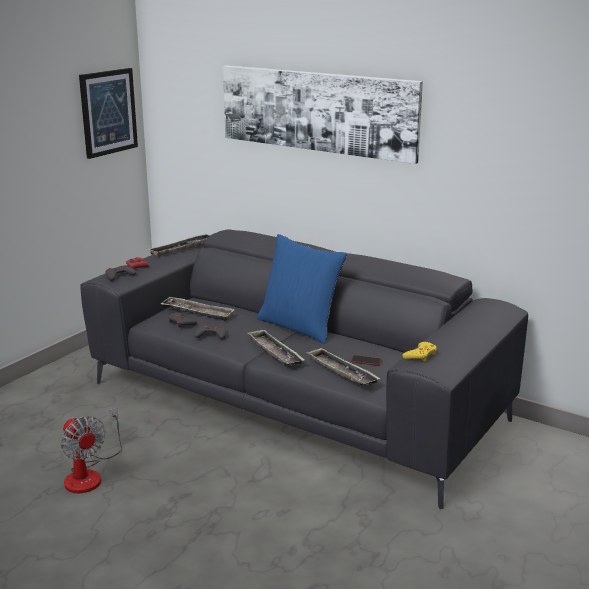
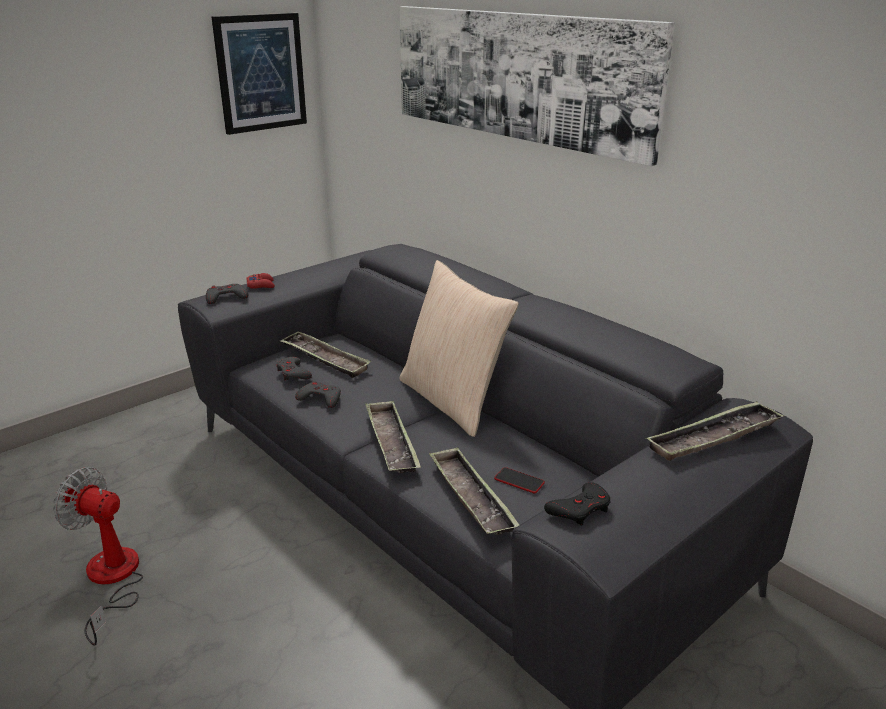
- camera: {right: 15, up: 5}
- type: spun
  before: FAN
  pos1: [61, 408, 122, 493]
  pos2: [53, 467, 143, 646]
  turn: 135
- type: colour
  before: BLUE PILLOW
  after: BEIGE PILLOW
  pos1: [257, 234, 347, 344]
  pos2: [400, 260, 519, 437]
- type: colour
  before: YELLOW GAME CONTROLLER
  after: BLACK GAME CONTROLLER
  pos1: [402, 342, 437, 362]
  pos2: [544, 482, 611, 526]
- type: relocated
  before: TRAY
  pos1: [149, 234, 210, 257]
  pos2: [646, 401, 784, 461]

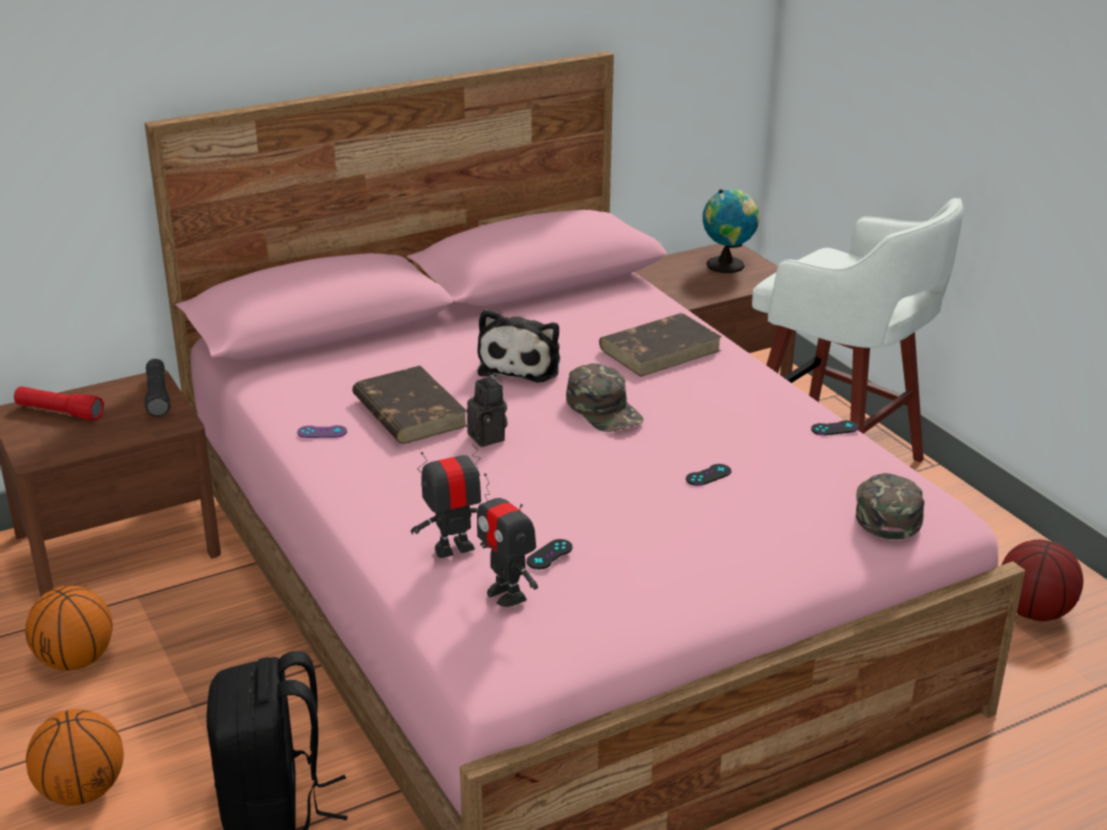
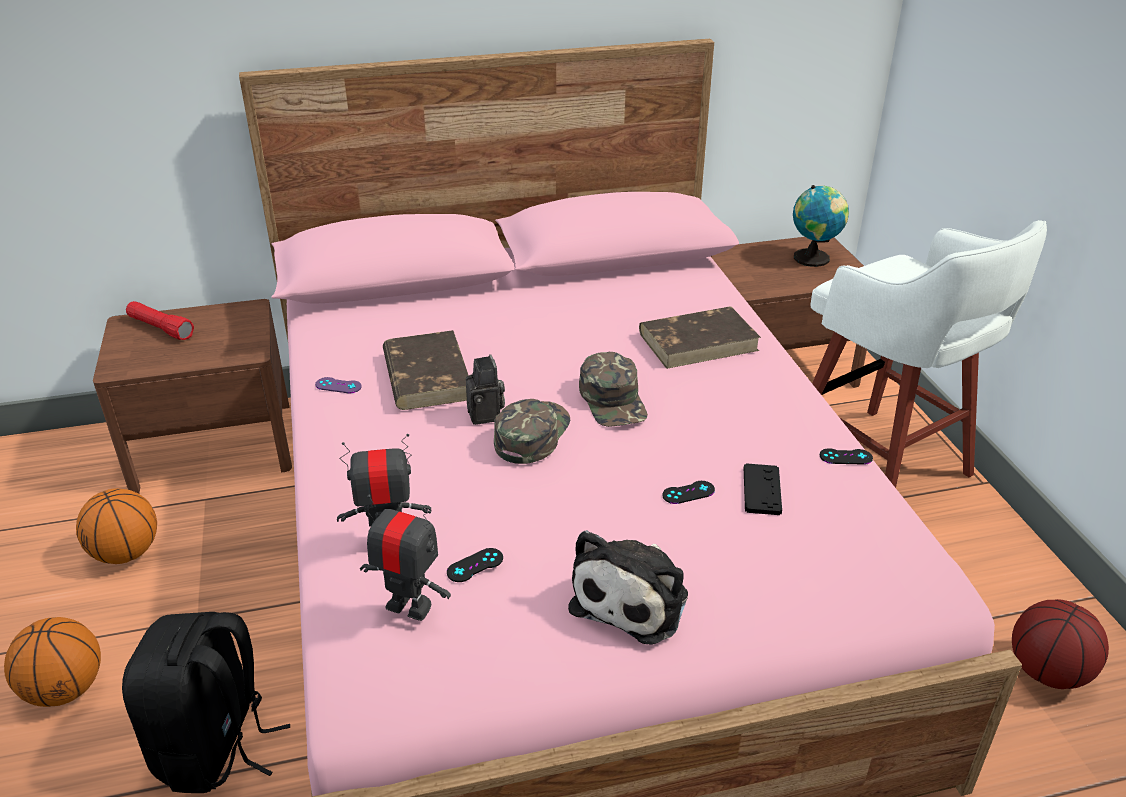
- camera: {right: 15, up: 5}
- type: spun
  before: TOY ROBOT
  pos1: [477, 473, 538, 607]
  pos2: [360, 495, 451, 621]
  turn: 135
- type: relocated
  before: GREEN CAP
  pos1: [856, 473, 925, 539]
  pos2: [494, 399, 570, 464]
- type: relocated
  before: PLUSH TOY
  pos1: [478, 309, 560, 383]
  pos2: [568, 530, 688, 645]
- type: appeared
  after: BLACK GAME CONTROLLER
  pos2: [744, 463, 782, 515]
- type: missing
  before: BLACK FLASHLIGHT
  pos1: [144, 359, 171, 417]

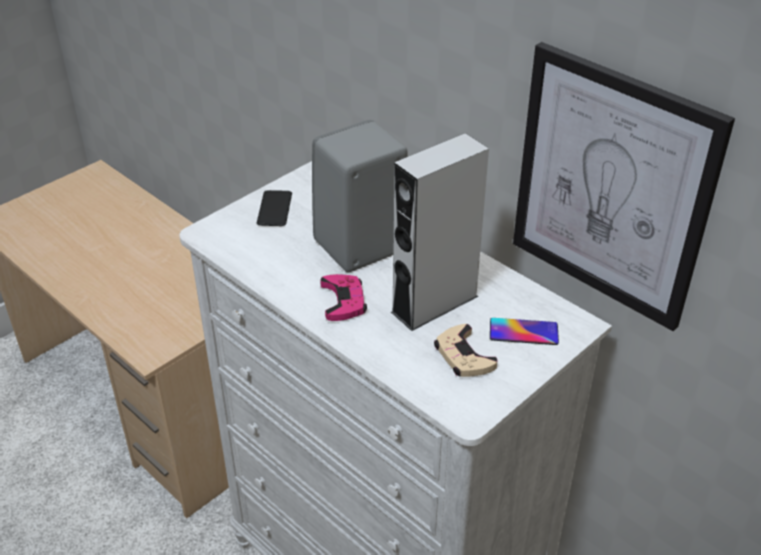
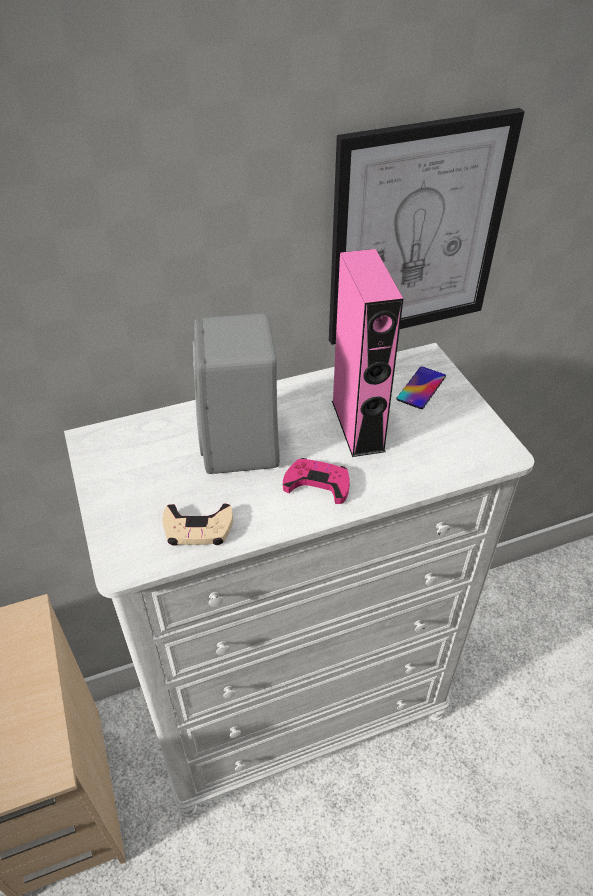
- camera: {right: -65, up: 5}
- type: relocated
  before: BEIGE GAME CONTROLLER
  pos1: [434, 324, 497, 377]
  pos2: [163, 503, 233, 546]
- type: colour
  before: GREY SPEAKER
  after: PINK SPEAKER
  pos1: [391, 133, 489, 331]
  pos2: [332, 249, 404, 457]
- type: missing
  before: PHONE
  pos1: [257, 190, 292, 226]

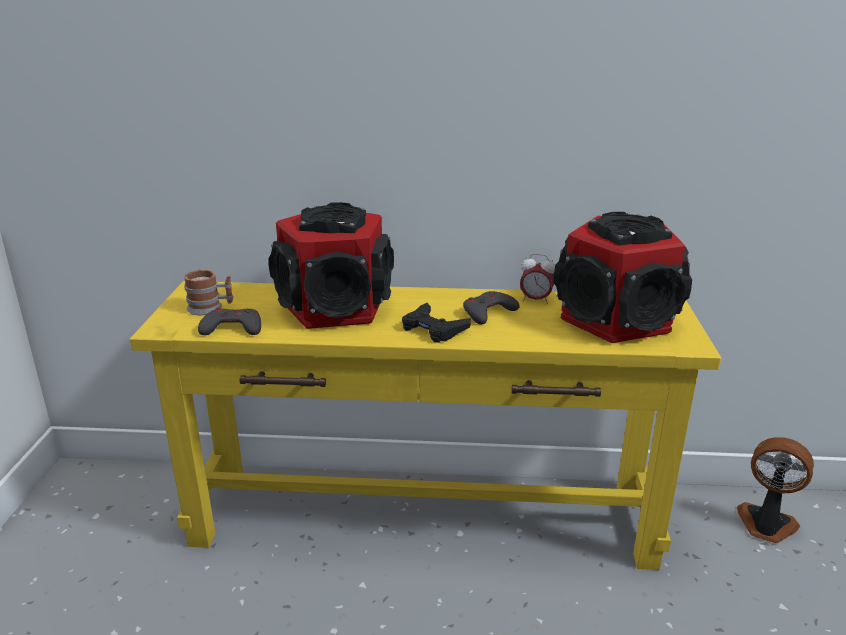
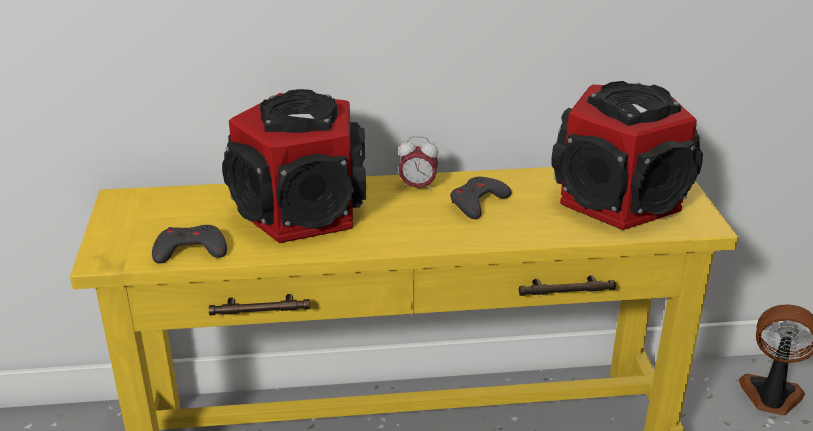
- camera: {right: -10, up: 5}
- type: relocated
  before: ALARM CLOCK
  pos1: [520, 254, 555, 304]
  pos2: [398, 136, 438, 191]
- type: missing
  before: MUG
  pos1: [184, 270, 233, 315]
- type: missing
  before: BLACK GAME CONTROLLER
  pos1: [402, 303, 471, 343]

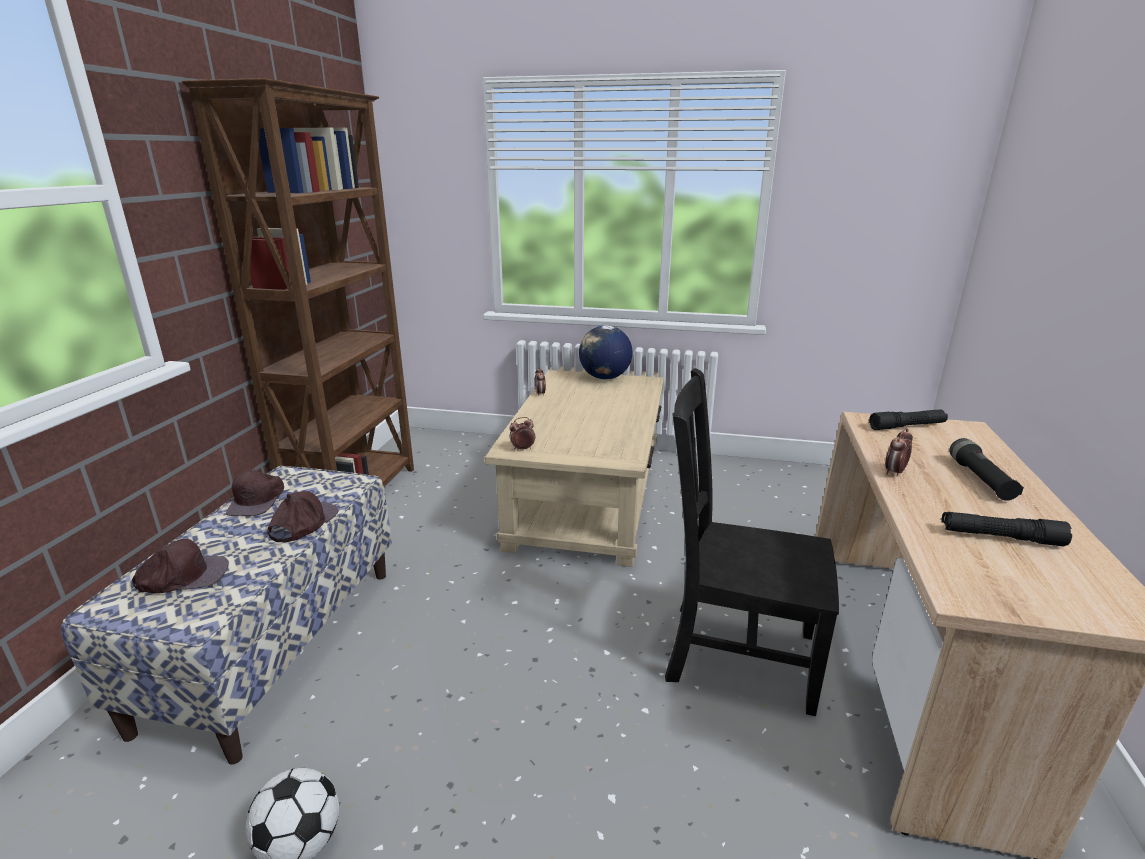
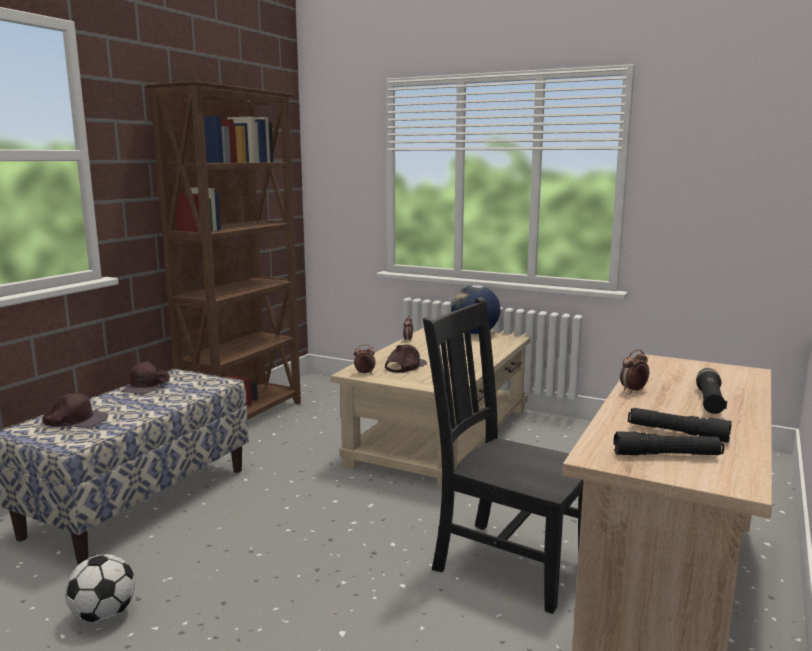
- camera: {right: 15, up: -10}
- type: relocated
  before: BROWN CAP
  pos1: [268, 491, 339, 542]
  pos2: [385, 345, 427, 373]
- type: relocated
  before: BLACK FLASHLIGHT
  pos1: [869, 409, 948, 430]
  pos2: [614, 431, 724, 455]

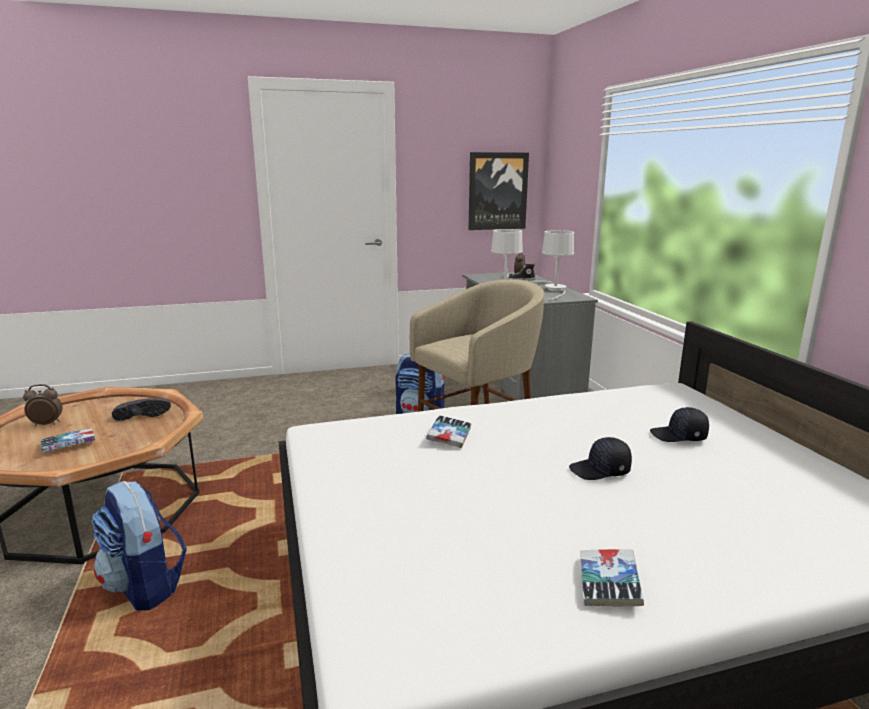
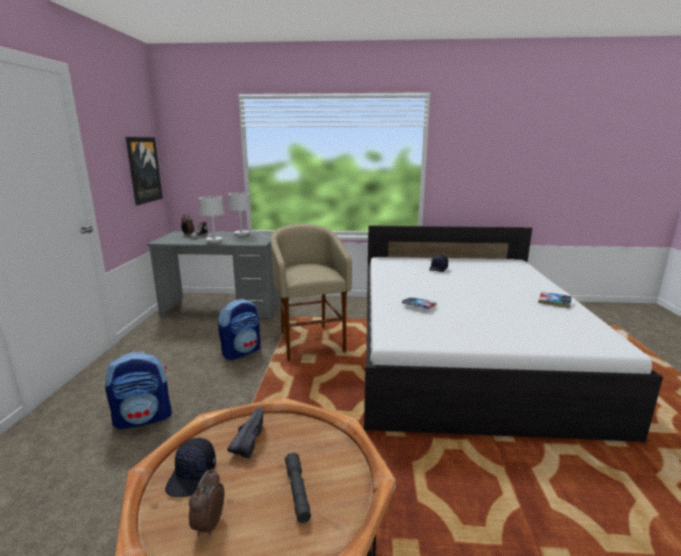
- camera: {right: -70, up: 0}
- type: relocated
  before: BACKPACK
  pos1: [92, 481, 187, 610]
  pos2: [105, 352, 172, 429]
- type: relocated
  before: BLACK CAP
  pos1: [569, 437, 632, 480]
  pos2: [165, 438, 216, 497]
- type: exchanged
  before: BOOK
  after: GREY FLASHLIGHT
  pos1: [41, 428, 95, 452]
  pos2: [285, 452, 311, 523]

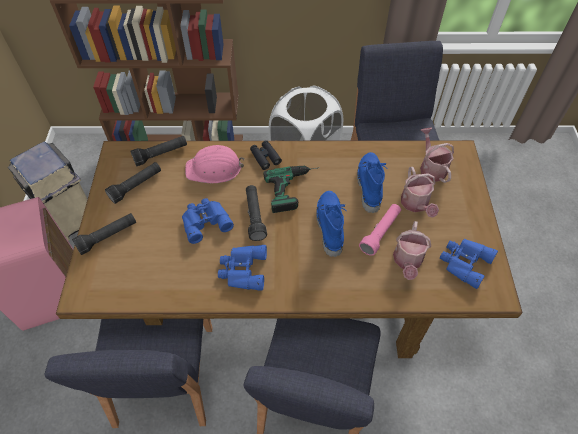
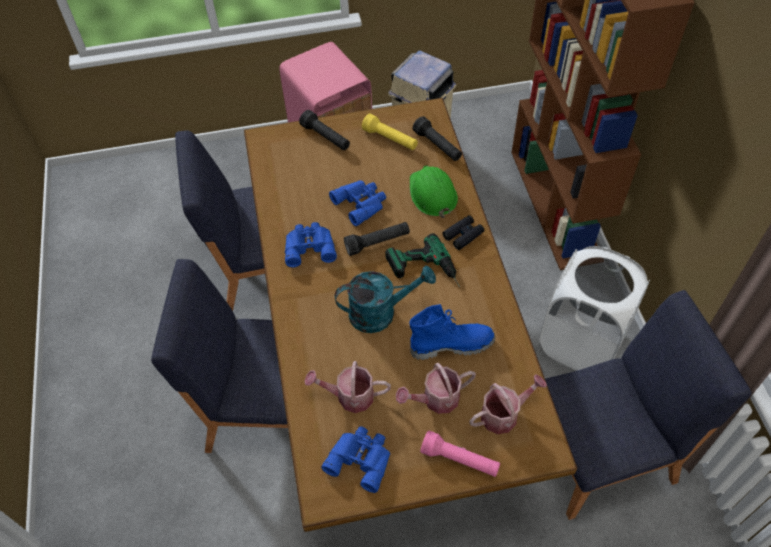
- camera: {right: 80, up: 0}
- type: exchanged
  before: BLUE BOOT
  after: TURQUOISE WATERING CAN
  pos1: [316, 191, 347, 257]
  pos2: [335, 266, 436, 333]
- type: colour
  before: BLACK FLASHLIGHT
  after: YELLOW FLASHLIGHT
  pos1: [105, 162, 161, 204]
  pos2: [362, 114, 418, 150]
- type: colour
  before: PINK HARD HAT
  after: GREEN HARD HAT
  pos1: [185, 145, 244, 183]
  pos2: [410, 165, 458, 218]
- type: relocated
  before: PINK FLASHLIGHT
  pos1: [359, 204, 401, 256]
  pos2: [420, 431, 500, 477]

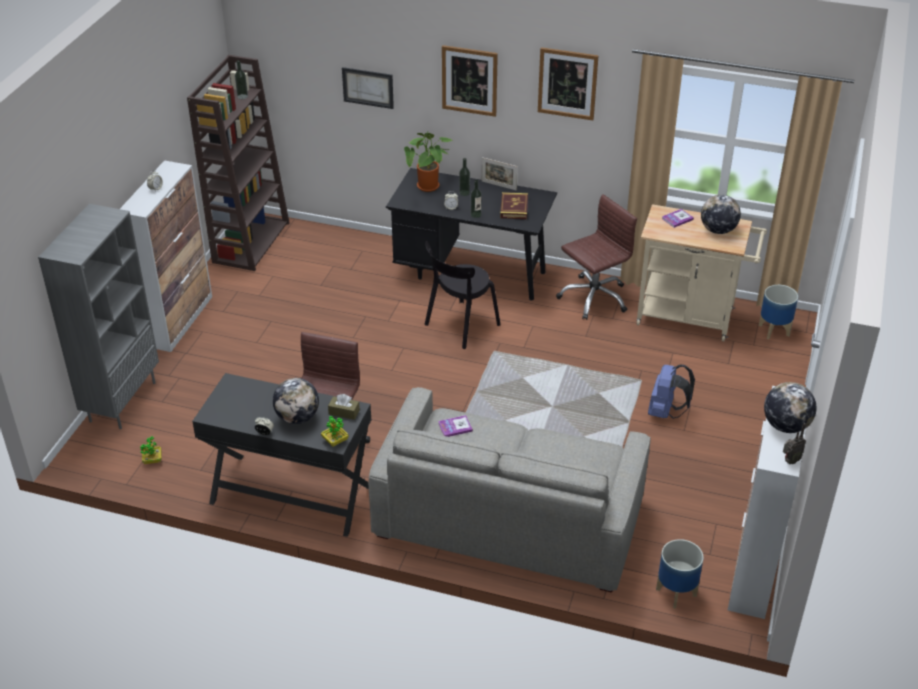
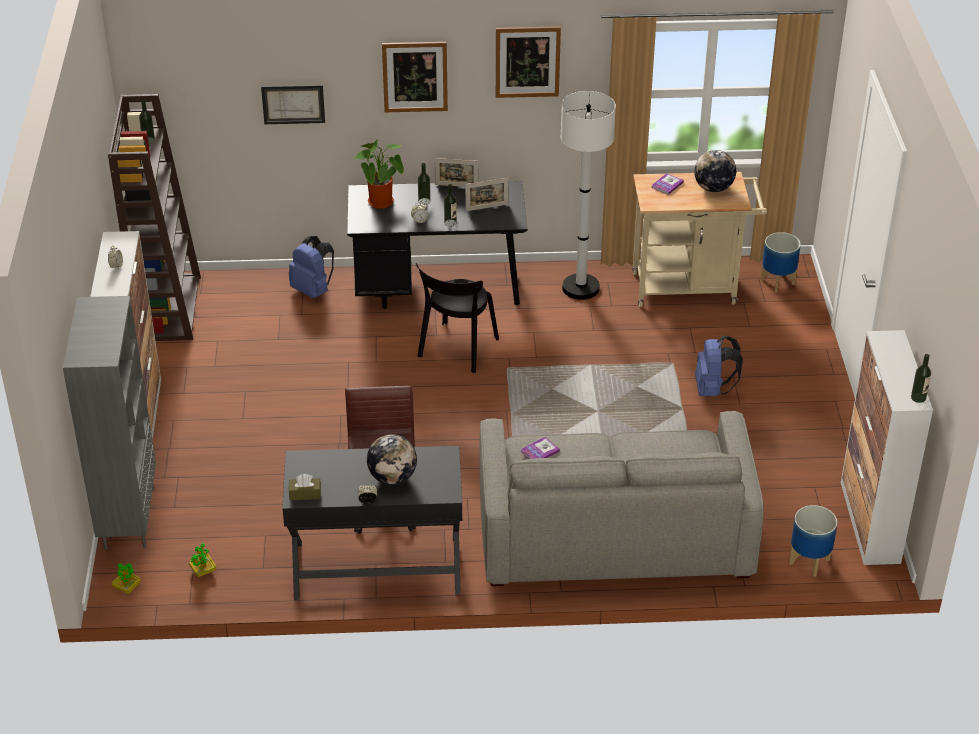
- camera: {right: -20, up: 0}
- type: relocated
  before: POTTED PLANT
  pos1: [321, 416, 349, 447]
  pos2: [112, 563, 141, 594]
- type: appeared
  after: BLUE BACKPACK
  pos2: [289, 236, 334, 299]
- type: relocated
  before: BROWN TISSUE BOX
  pos1: [328, 394, 360, 420]
  pos2: [289, 474, 321, 500]
- type: exchanged
  before: BOOK
  after: PICTURE FRAME
  pos1: [500, 192, 528, 219]
  pos2: [465, 178, 509, 211]
- type: exchanged
  before: BROWN OFFICE CHAIR
  after: WHITE FLOOR LAMP
  pos1: [556, 194, 637, 320]
  pos2: [560, 91, 616, 300]
- type: exchanged
  before: RADIO
  after: BOTTLE
  pos1: [783, 423, 806, 464]
  pos2: [911, 354, 931, 403]
- type: missing
  before: GLOBE
  pos1: [764, 382, 817, 433]

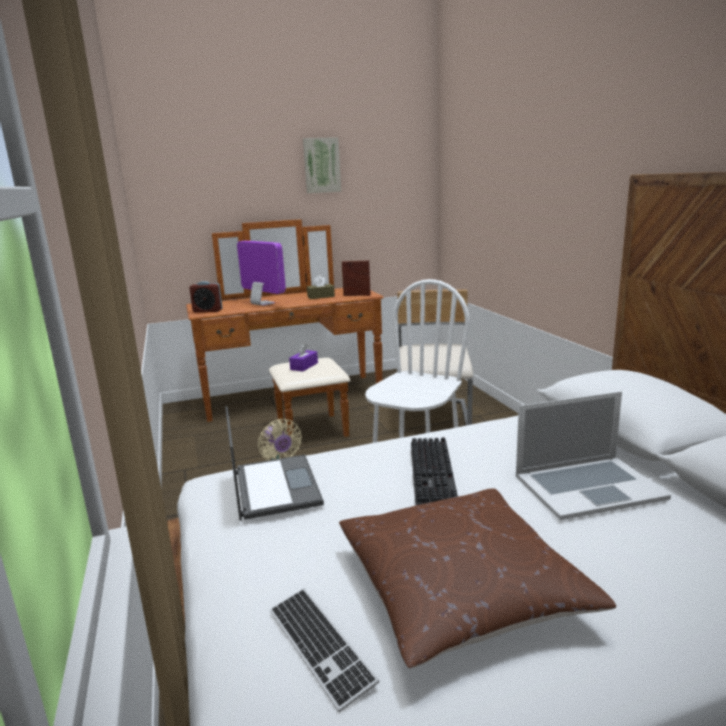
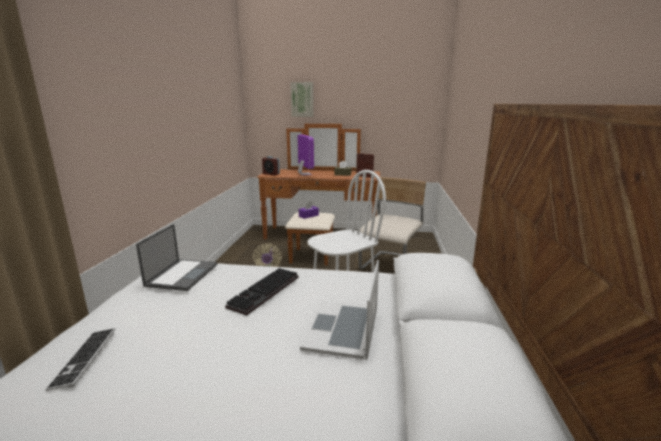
- camera: {right: 25, up: 0}
- type: relocated
  before: PICTURE
  pos1: [303, 137, 341, 193]
  pos2: [290, 82, 314, 117]
- type: spun
  before: LAPTOP
  pos1: [516, 391, 671, 520]
  pos2: [300, 260, 379, 360]
  turn: 90
- type: missing
  before: BROWN PILLOW
  pos1: [339, 488, 616, 668]

